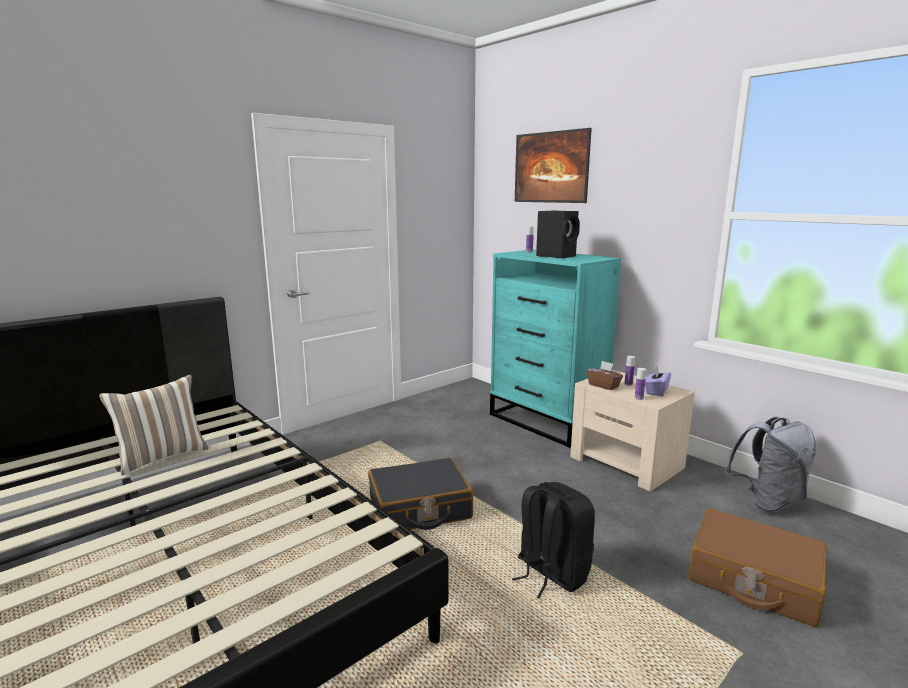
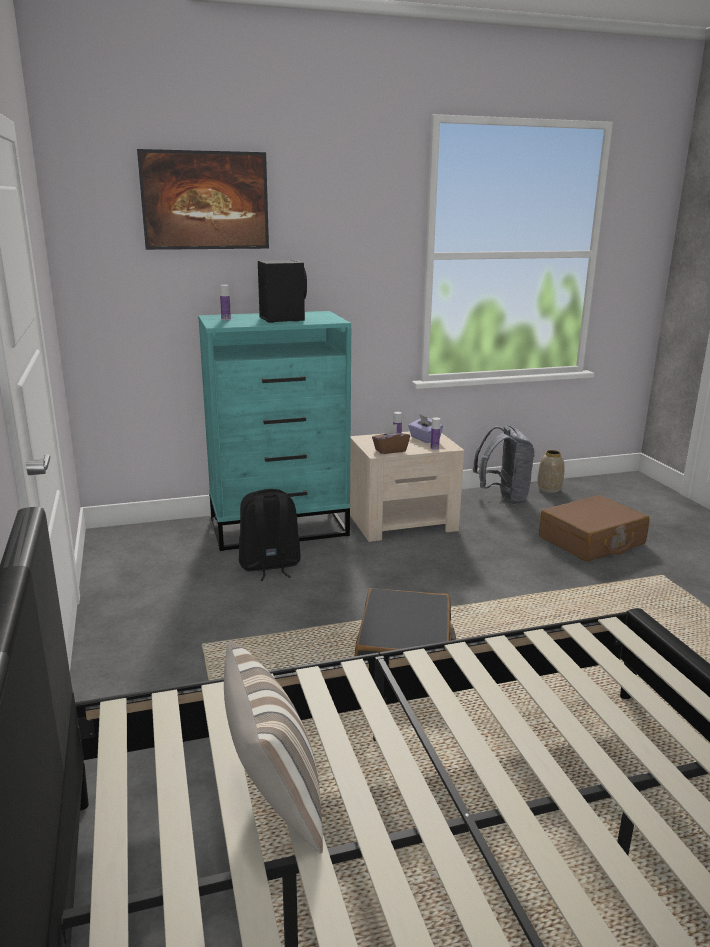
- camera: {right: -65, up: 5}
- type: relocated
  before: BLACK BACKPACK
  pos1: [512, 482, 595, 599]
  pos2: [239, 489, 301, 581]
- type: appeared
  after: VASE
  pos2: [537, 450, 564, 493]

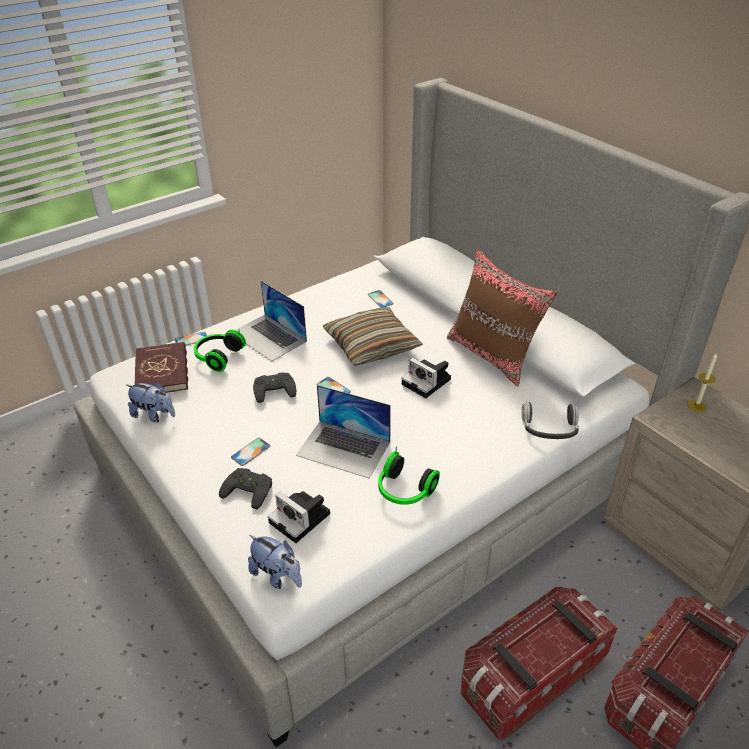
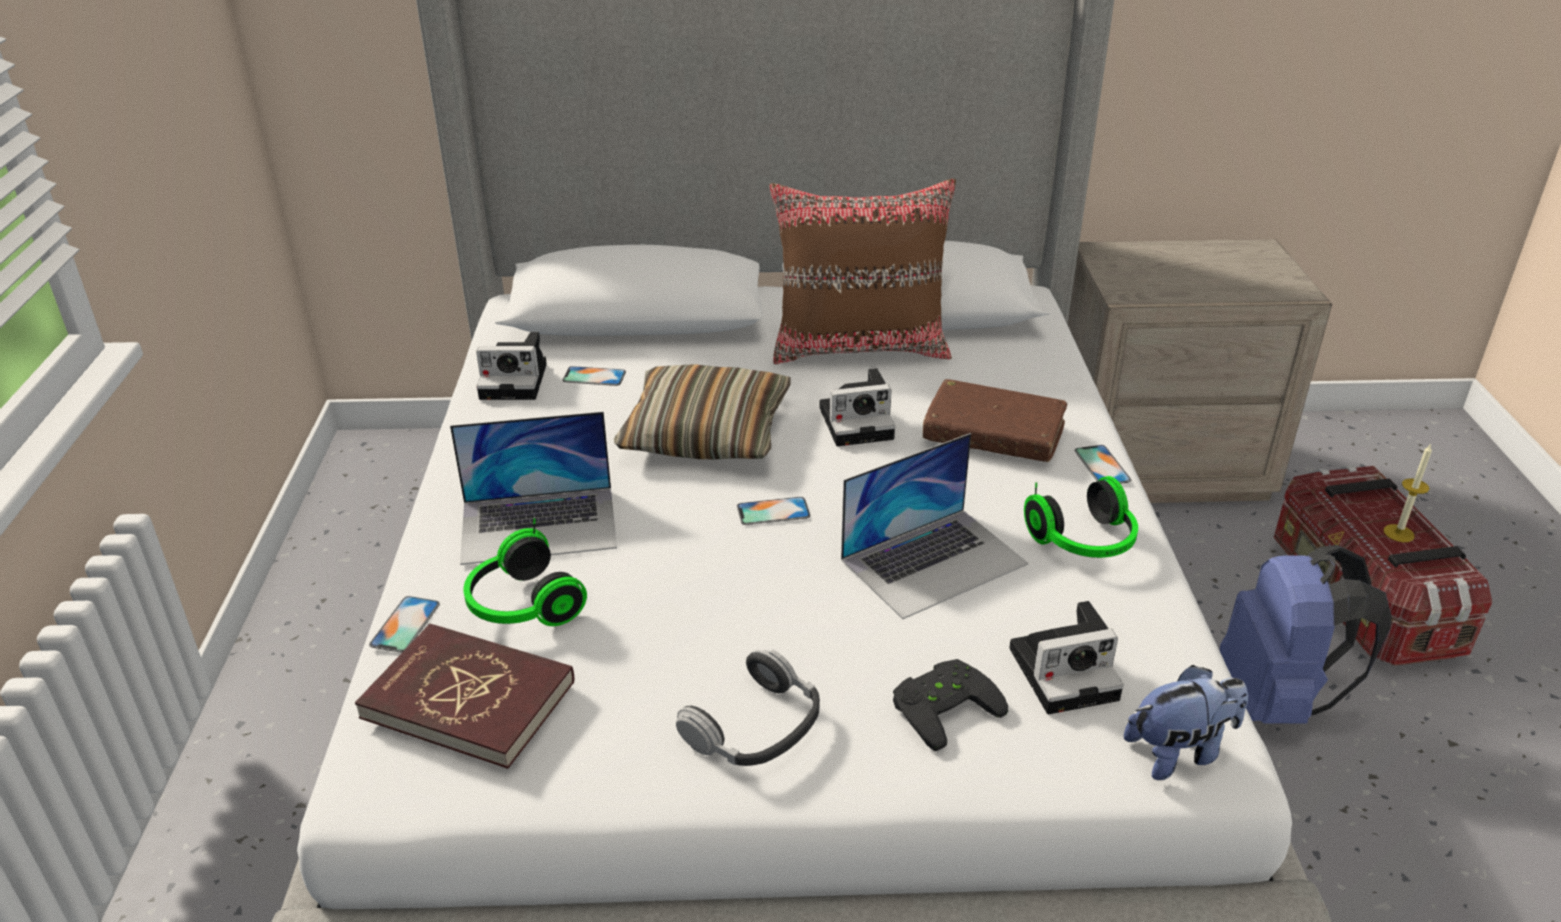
- camera: {right: -55, up: -5}
- type: appeared
  after: PHOTO CAMERA
  pos2: [476, 332, 547, 400]
- type: relocated
  before: HEADPHONES
  pos1: [522, 402, 579, 439]
  pos2: [676, 650, 820, 766]
- type: appeared
  after: BROWN BOOK
  pos2: [923, 379, 1067, 462]
- type: relocated
  before: PHONE
  pos1: [231, 438, 270, 466]
  pos2: [1075, 445, 1131, 484]
- type: exchanged
  before: STORAGE BOX
  after: BLUE BACKPACK
  pos1: [461, 587, 617, 740]
  pos2: [1220, 545, 1392, 724]
- type: relocated
  before: CANDLE
  pos1: [687, 352, 717, 412]
  pos2: [1384, 443, 1432, 542]
- type: missing
  before: PLUSH TOY
  pos1: [126, 381, 175, 423]
- type: missing
  before: BLACK GAME CONTROLLER
  pos1: [253, 373, 296, 403]

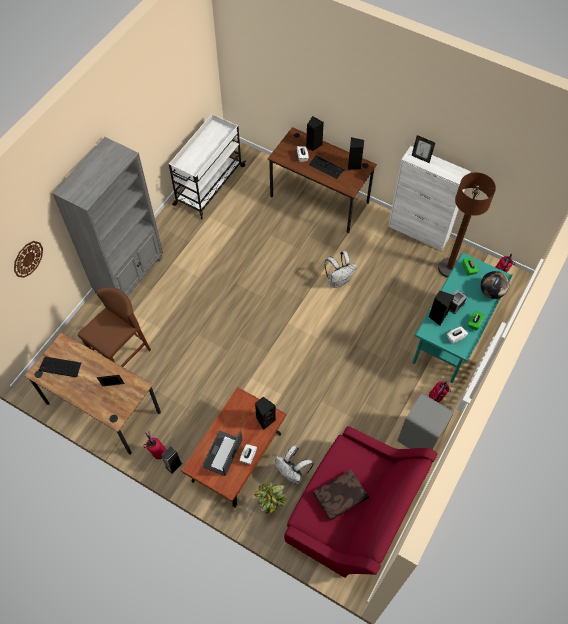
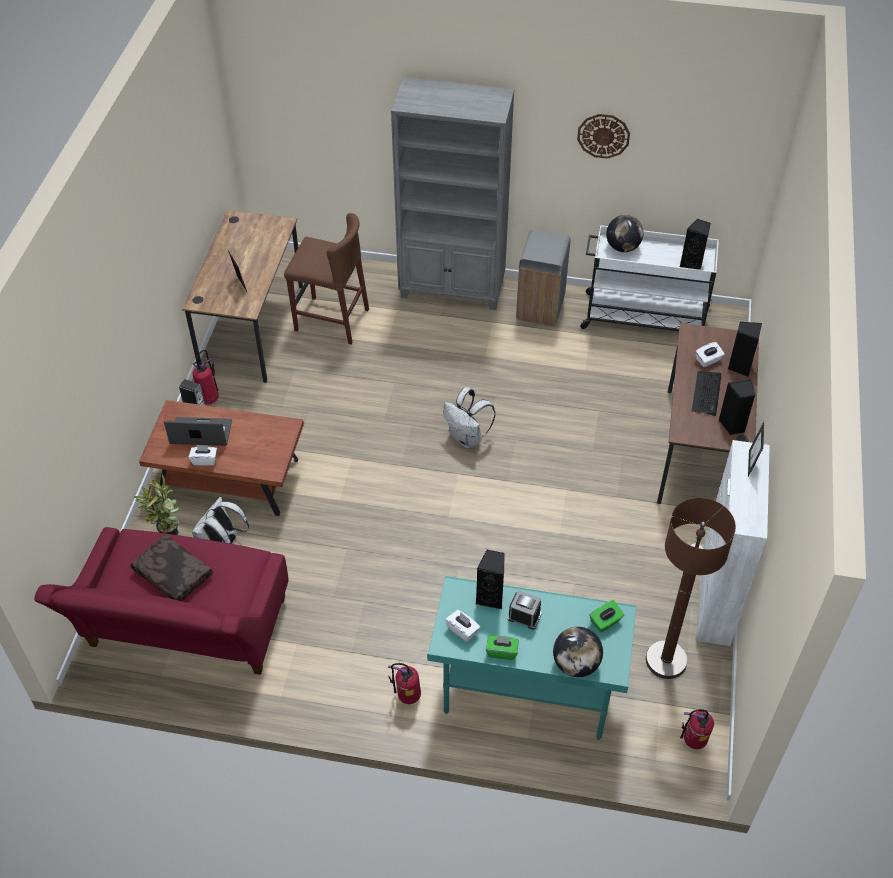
- camera: {right: 70, up: -10}
- type: relocated
  before: WHITE BACKPACK
  pos1: [324, 251, 357, 288]
  pos2: [443, 387, 496, 449]
- type: relocated
  before: GREY TRASH CAN
  pos1: [397, 393, 454, 450]
  pos2: [516, 230, 570, 327]
- type: relocated
  before: WALL CLOCK
  pos1: [14, 241, 43, 278]
  pos2: [577, 114, 630, 159]
- type: appeared
  after: GLOBE
  pos2: [606, 215, 644, 252]
- type: relocated
  before: BLACK SPEAKER
  pos1: [255, 397, 276, 430]
  pos2: [680, 219, 711, 270]
- type: missing
  before: KEYBOARD
  pos1: [38, 357, 81, 377]

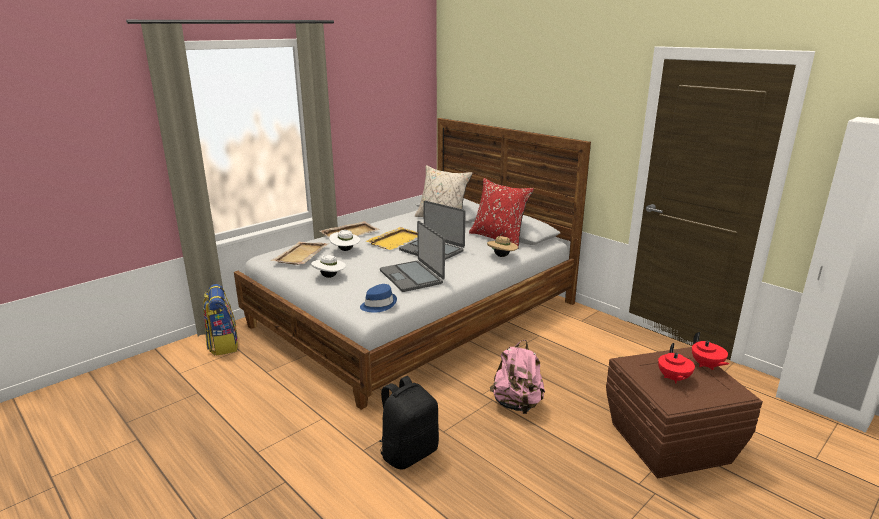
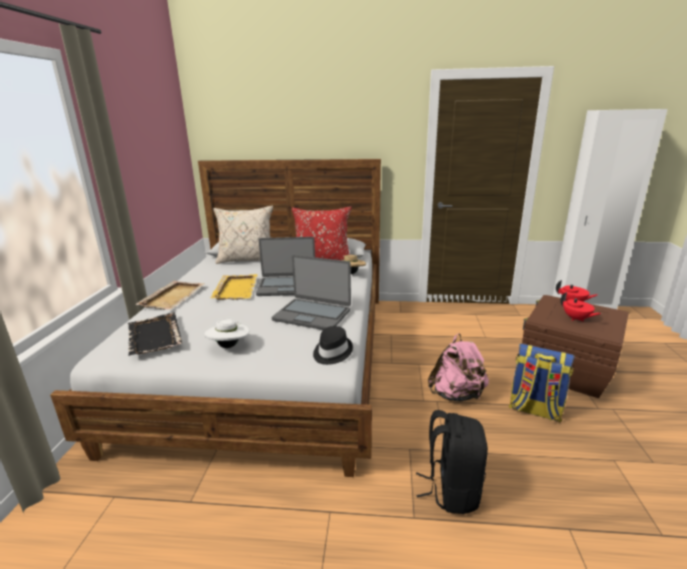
- camera: {right: -40, up: 0}
- type: colour
  before: BEIGE TRAY
  after: BLACK TRAY
  pos1: [271, 242, 329, 265]
  pos2: [128, 312, 182, 356]
- type: colour
  before: BLUE HAT
  after: BLACK HAT
  pos1: [360, 284, 397, 313]
  pos2: [313, 326, 353, 365]
- type: relocated
  before: BACKPACK
  pos1: [203, 284, 238, 356]
  pos2: [509, 344, 575, 423]
- type: missing
  before: WHITE HAT
  pos1: [329, 230, 360, 251]

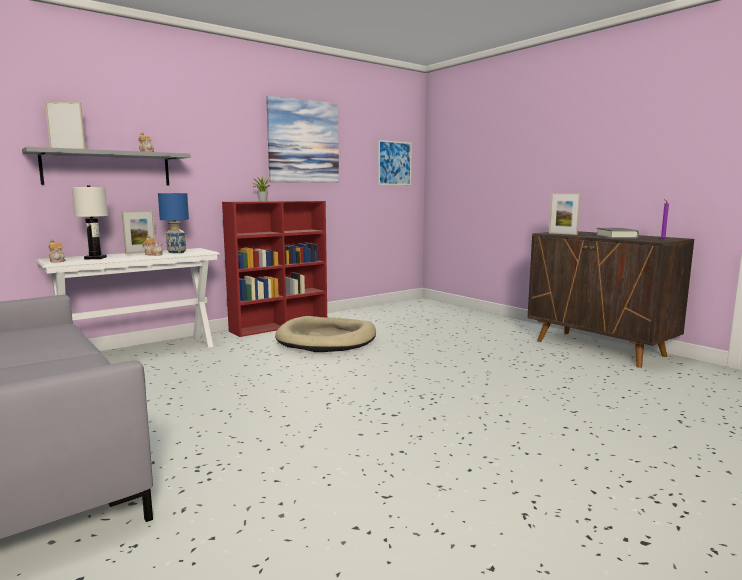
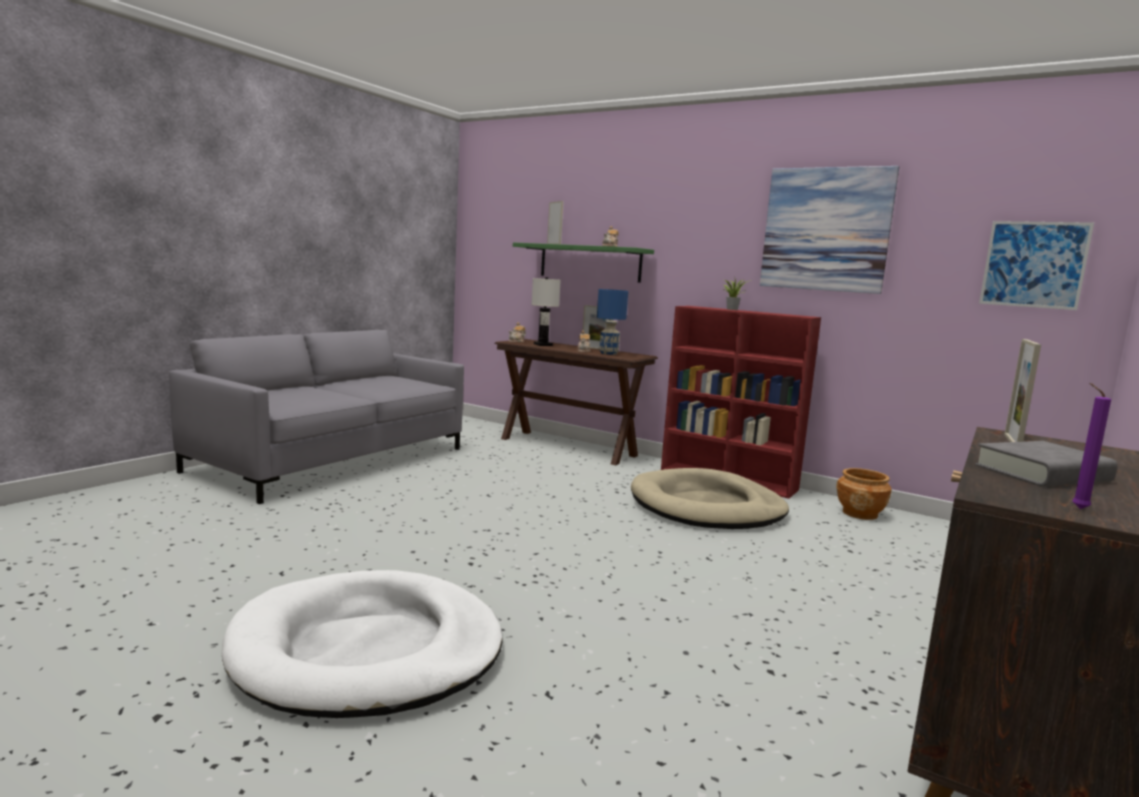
- camera: {right: 70, up: 0}
- type: appeared
  after: WHITE DOG BED
  pos2: [222, 570, 503, 718]
- type: colour
  before: WHITE CONSOLE TABLE
  after: BROWN CONSOLE TABLE
  pos1: [35, 248, 220, 348]
  pos2: [495, 339, 658, 465]
- type: colour
  before: GREY SHELF
  after: GREEN SHELF
  pos1: [22, 147, 191, 185]
  pos2: [513, 242, 654, 283]
- type: appeared
  after: BROWN PLANTER
  pos2: [836, 468, 892, 520]

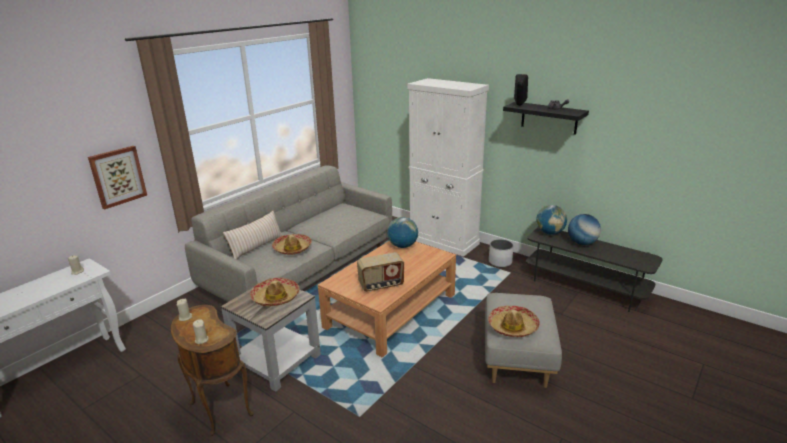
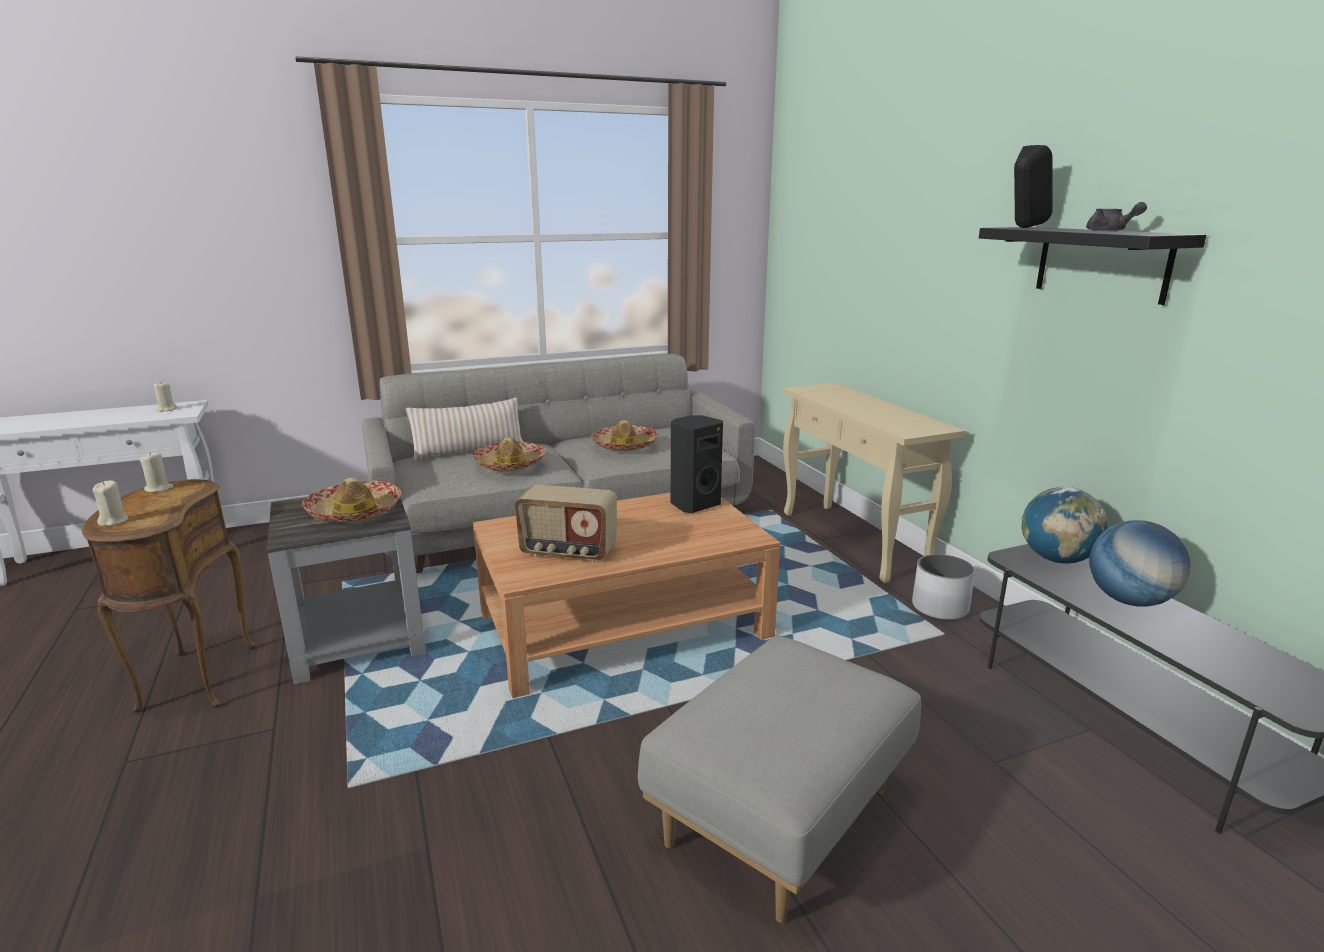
- camera: {right: 30, up: -5}
- type: relocated
  before: HAT
  pos1: [488, 306, 540, 337]
  pos2: [590, 420, 658, 451]
- type: exchanged
  before: GLOBE
  after: BLACK SPEAKER
  pos1: [387, 217, 418, 248]
  pos2: [671, 415, 723, 513]
- type: exchanged
  before: WHITE CABINET
  after: BEIGE CONSOLE TABLE
  pos1: [407, 78, 489, 257]
  pos2: [783, 383, 966, 583]
- type: missing
  before: PICTURE
  pos1: [88, 146, 147, 209]

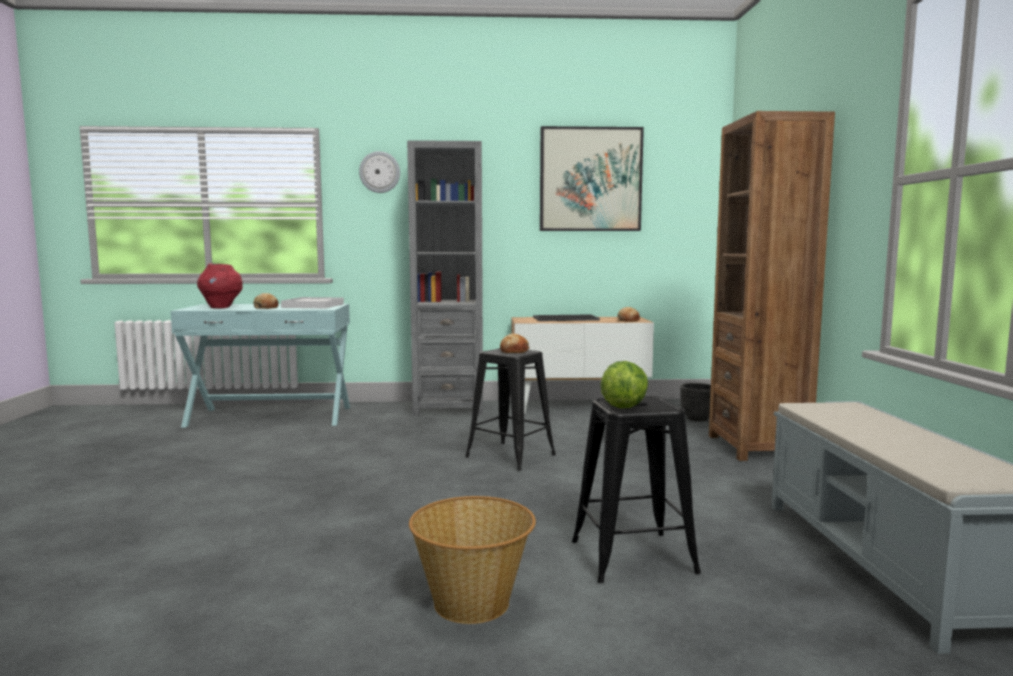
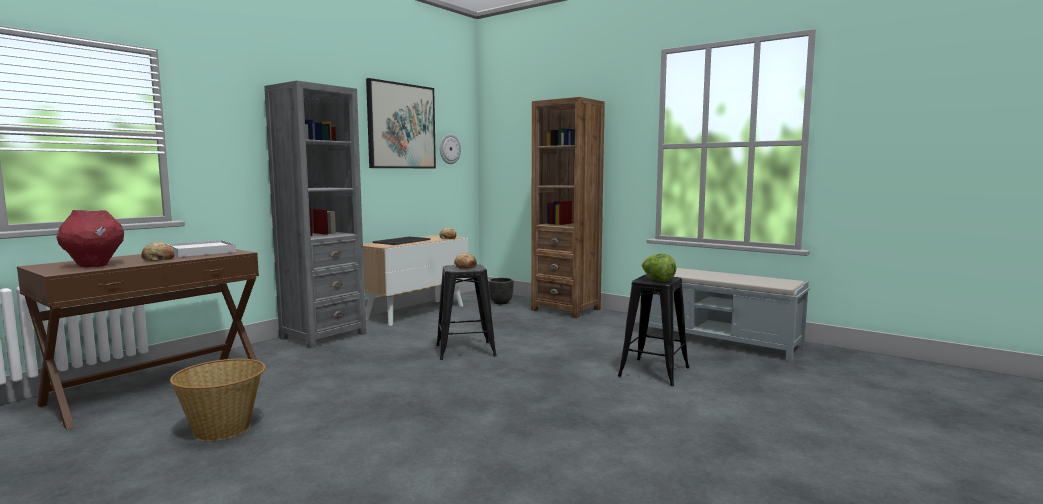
- camera: {right: -50, up: 0}
- type: colour
  before: TURQUOISE CONSOLE TABLE
  after: BROWN CONSOLE TABLE
  pos1: [170, 304, 350, 428]
  pos2: [17, 249, 263, 429]
- type: relocated
  before: BASKET
  pos1: [409, 496, 536, 624]
  pos2: [170, 359, 266, 441]
- type: relocated
  before: WALL CLOCK
  pos1: [359, 151, 400, 193]
  pos2: [440, 134, 461, 164]

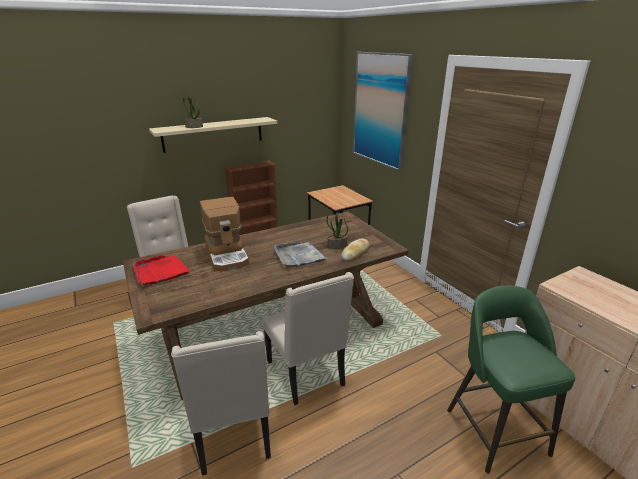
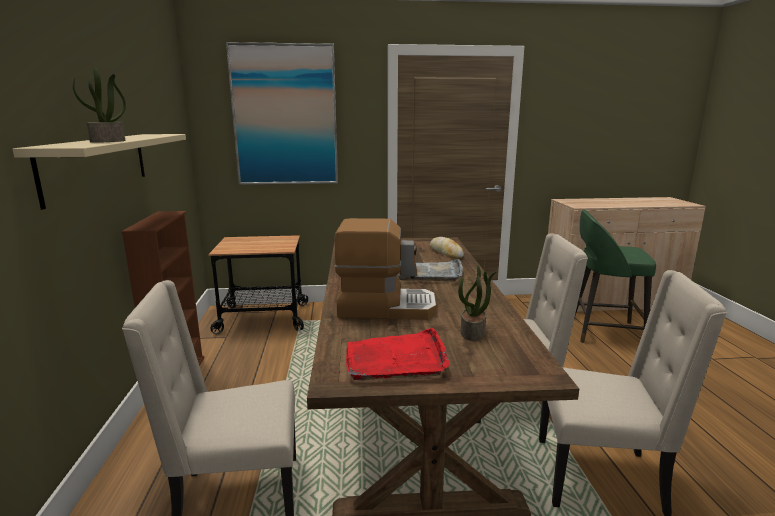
- camera: {right: -65, up: -10}
- type: relocated
  before: POTTED PLANT
  pos1: [326, 213, 348, 249]
  pos2: [458, 265, 498, 341]

